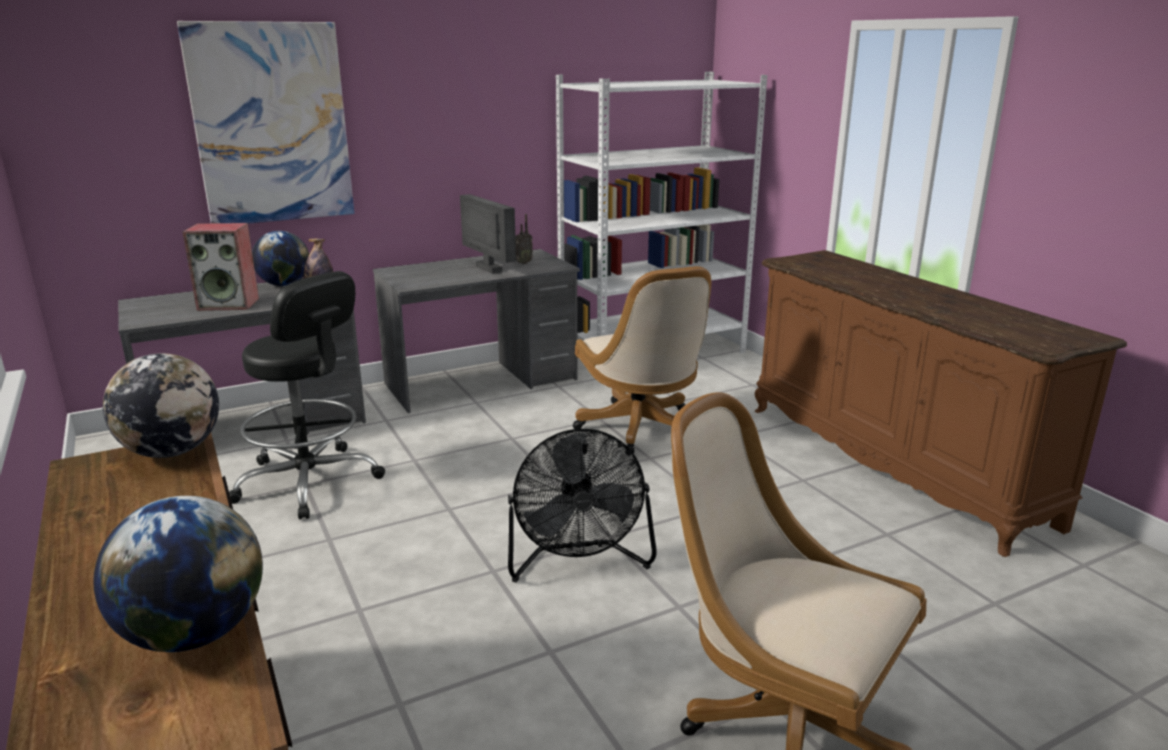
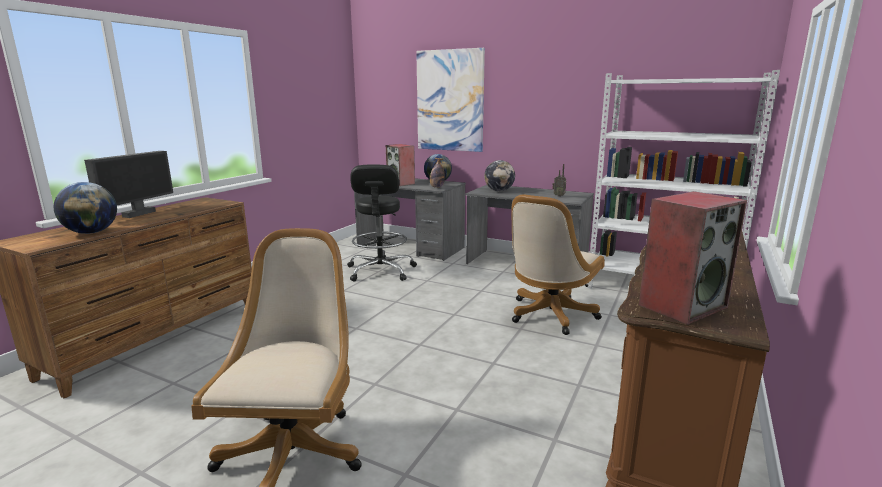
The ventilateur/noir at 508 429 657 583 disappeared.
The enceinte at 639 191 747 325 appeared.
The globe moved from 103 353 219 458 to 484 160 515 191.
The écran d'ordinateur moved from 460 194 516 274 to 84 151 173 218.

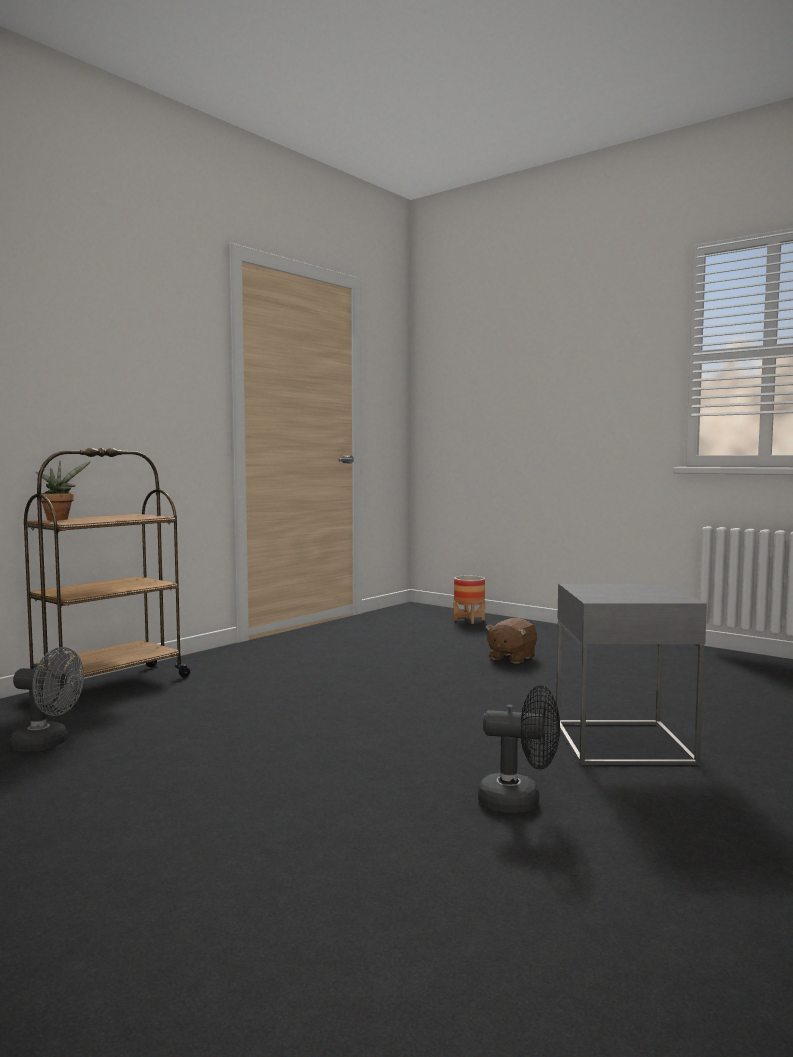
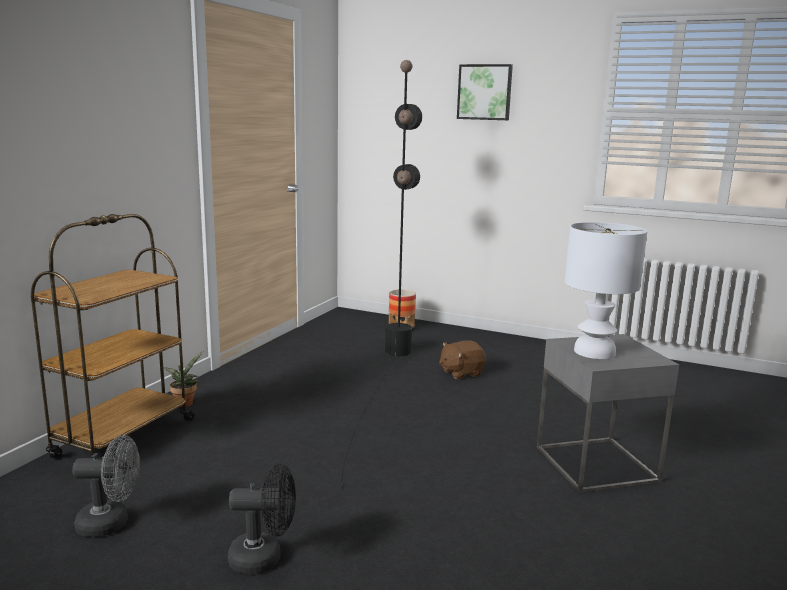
The lampadaire/noir at 340 60 422 490 appeared.
The tableau at 457 64 513 120 appeared.
The lampe de table/blanc at 565 222 647 359 appeared.
The plante en pot moved from 36 461 91 520 to 163 351 203 407.
The ventilateur/noir moved from 478 685 560 813 to 228 463 296 574.
The peluche/marron at 485 618 537 664 turned 45 degrees clockwise.

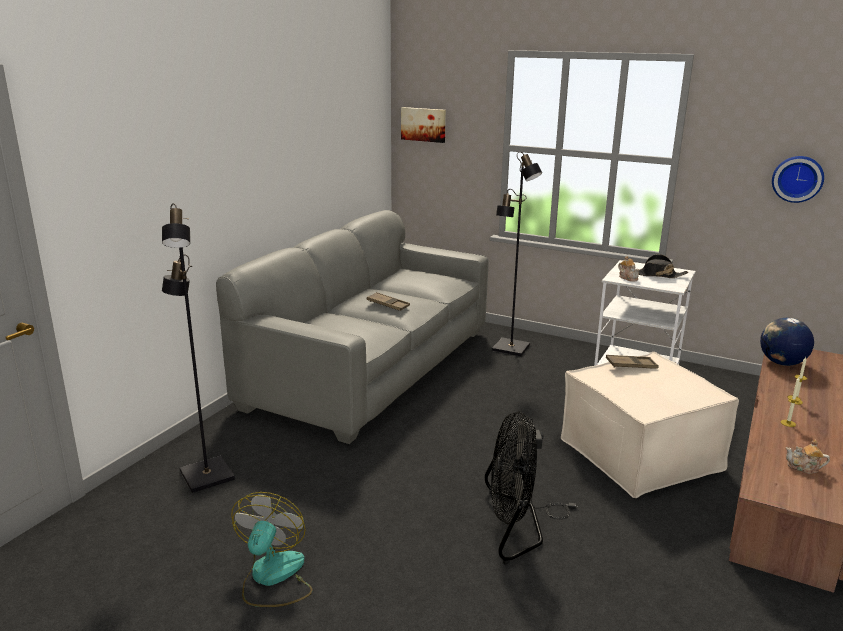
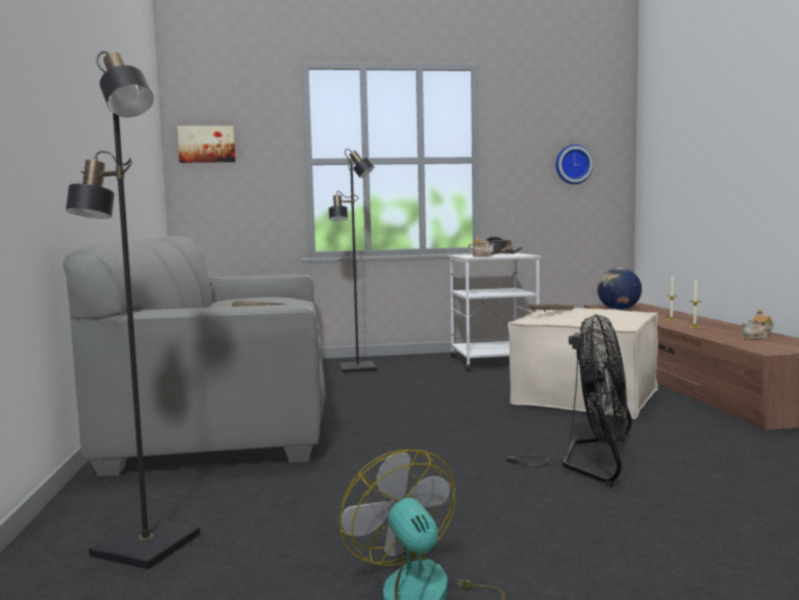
The ventilateur/noir at 485 411 578 565 turned 120 degrees counterclockwise.

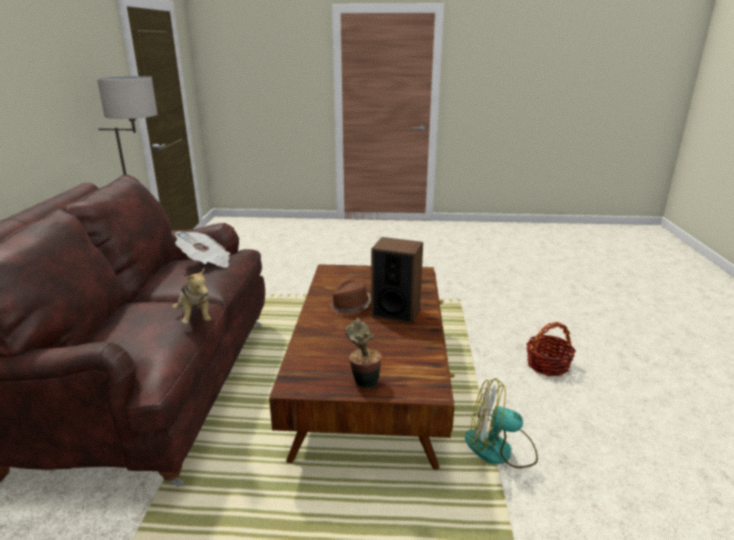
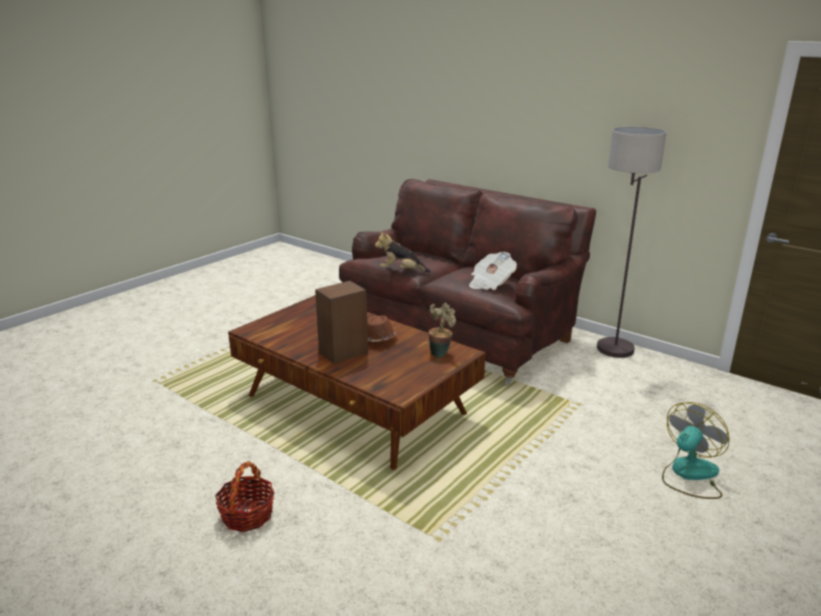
The plante en pot moved from 346 318 382 389 to 429 303 456 357.
The ventilateur moved from 465 378 538 468 to 662 402 729 499.

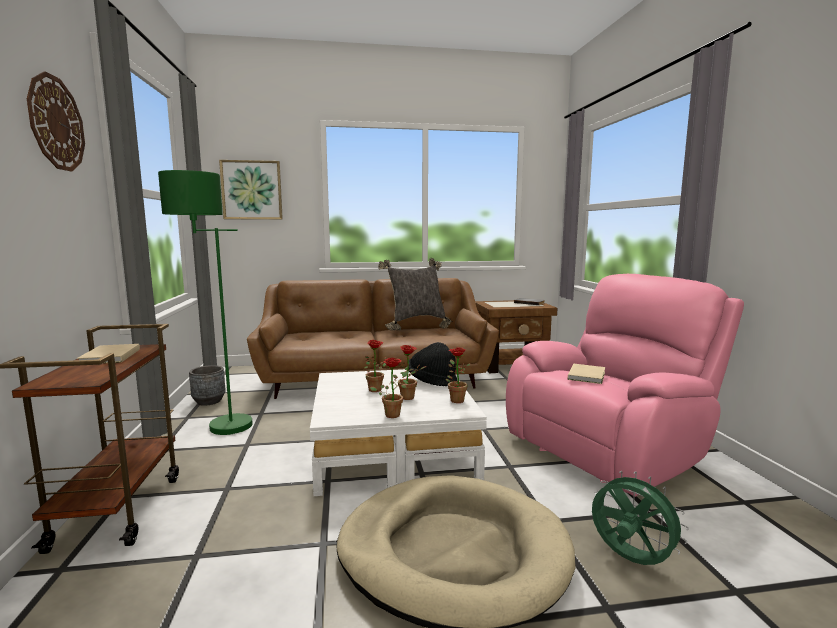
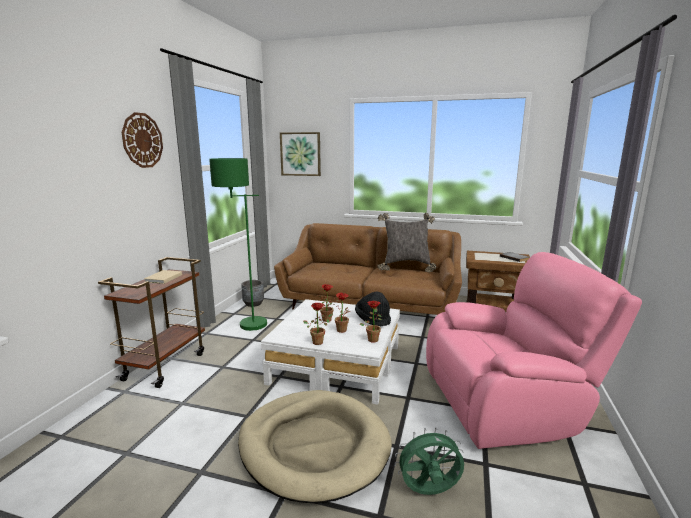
The livre/beige at 568 364 605 384 disappeared.
The ventilateur/vert at 592 471 689 565 turned 75 degrees counterclockwise.

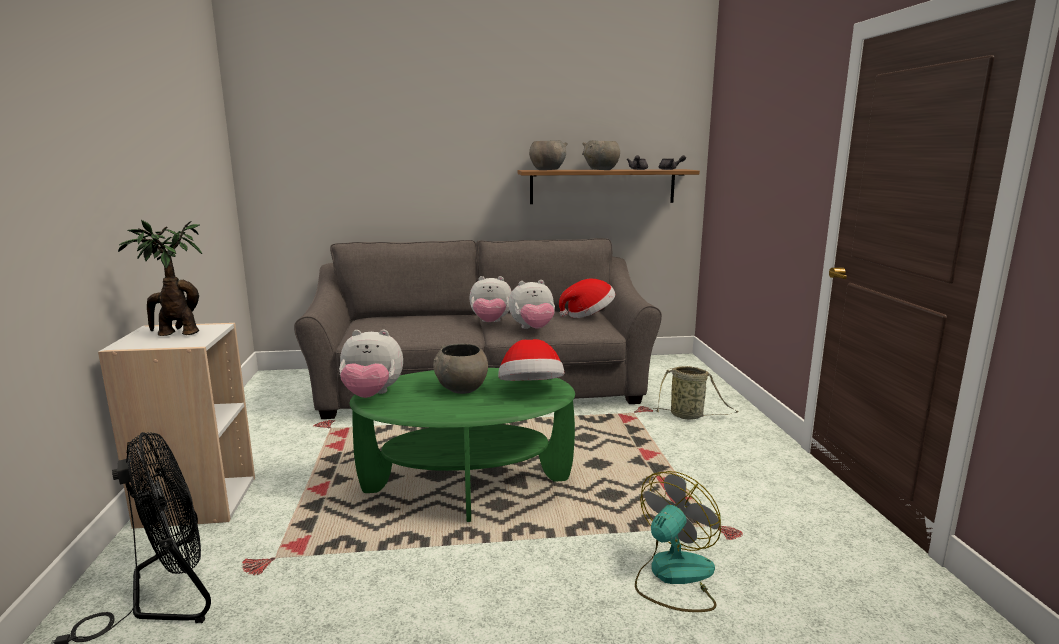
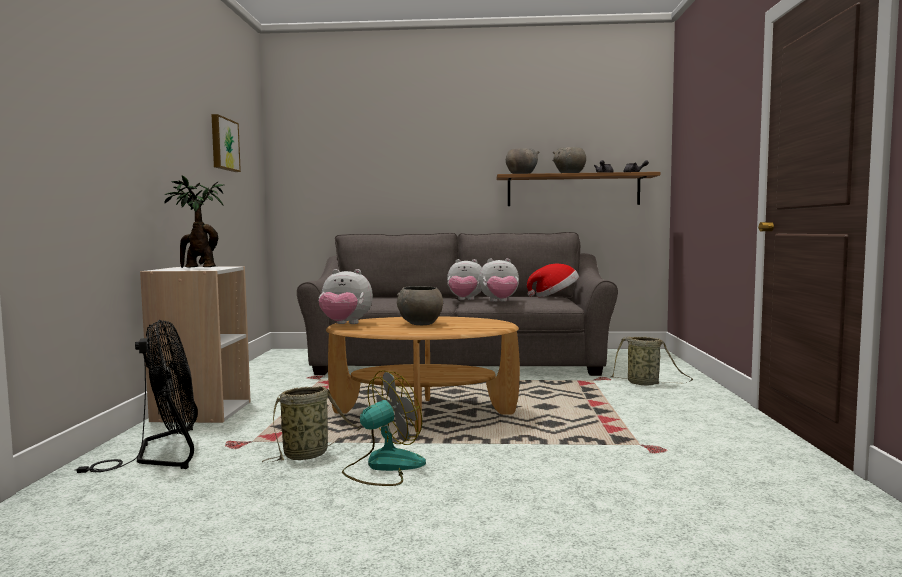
The chapeau at 498 339 564 381 disappeared.
The tableau at 211 114 241 172 appeared.
The panier at 262 386 361 463 appeared.
The ventilateur moved from 635 471 721 612 to 342 370 426 486.
The table basse/vert at 350 368 575 522 became the table basse/marron at 326 316 520 432.

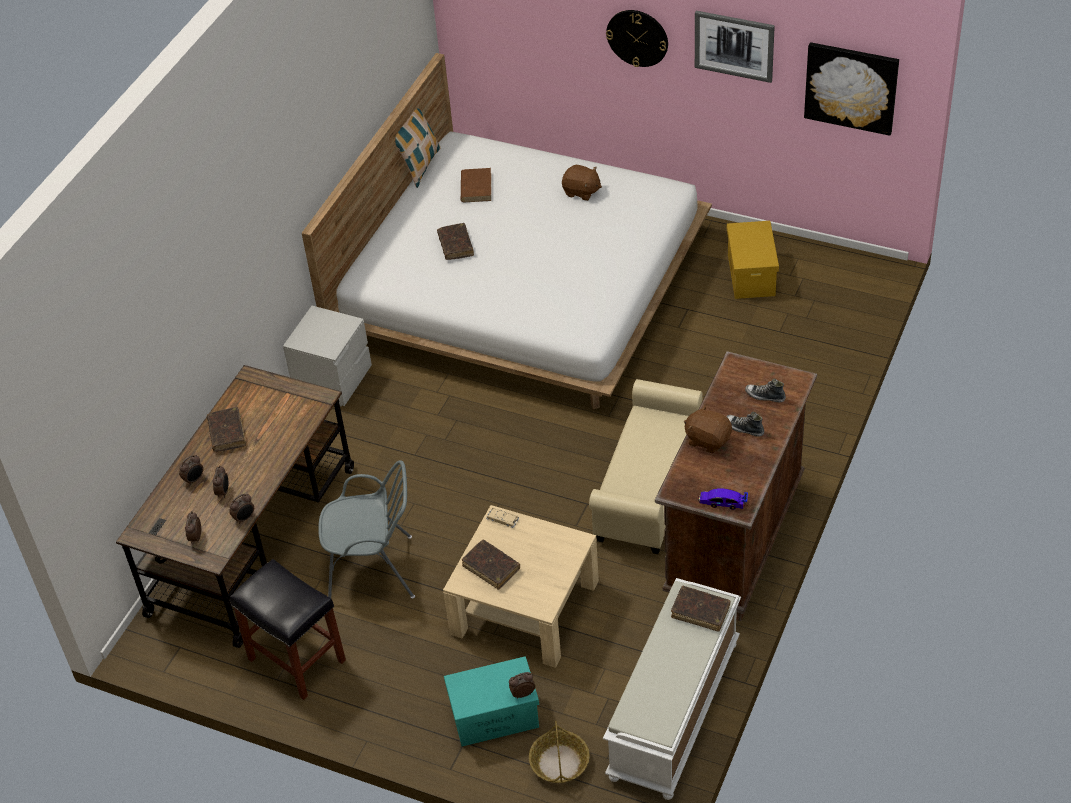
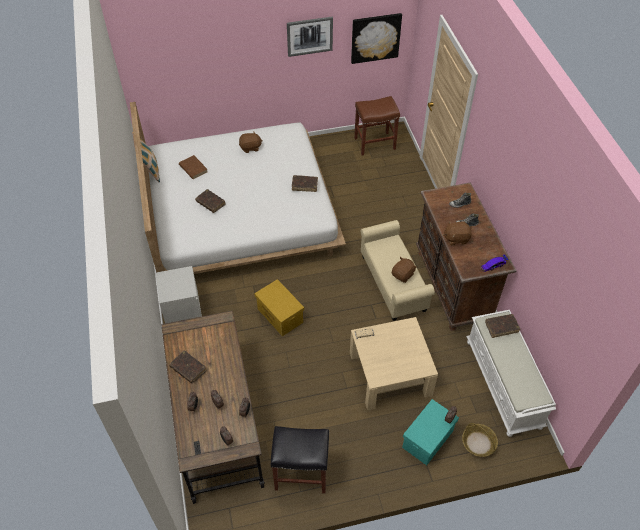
The chaise/gris at 318 460 415 599 disappeared.
The horloge murale at 606 10 668 67 disappeared.
The tabouret/marron at 354 96 400 155 appeared.
The peluche/marron at 392 257 417 283 appeared.
The livre/marron moved from 462 539 520 590 to 292 175 318 192.
The boîte de rangement/jaune moved from 727 221 779 299 to 254 279 304 336.

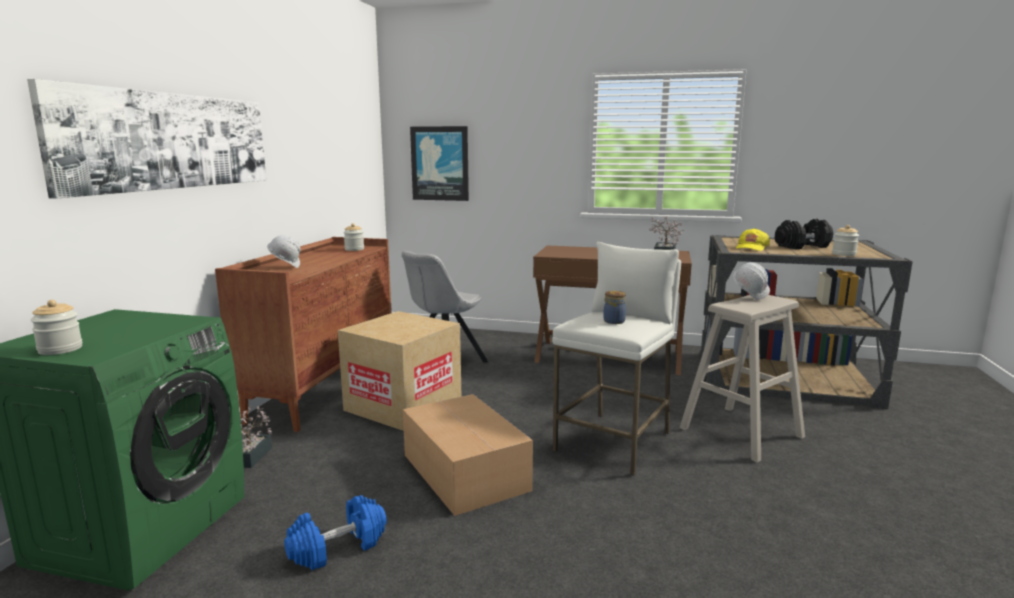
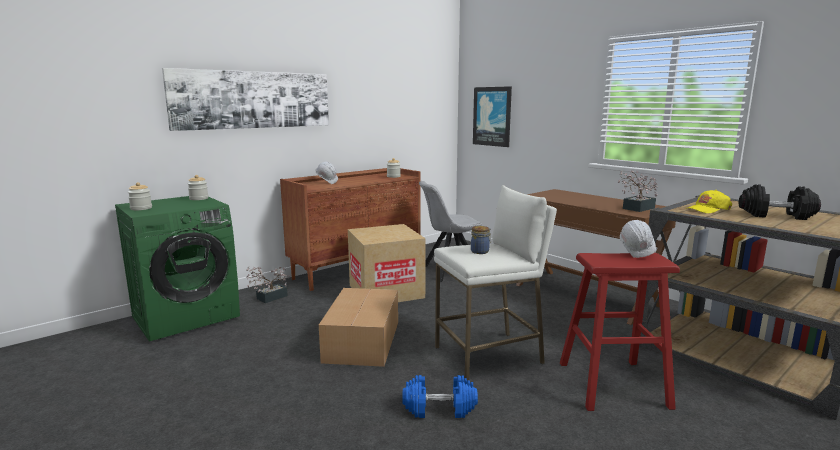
The haltère/bleu moved from 284 495 387 570 to 402 375 478 418.
The bocal moved from 832 225 859 256 to 187 175 208 200.
The tabouret/beige at 679 295 805 463 became the tabouret/rouge at 560 253 680 411.

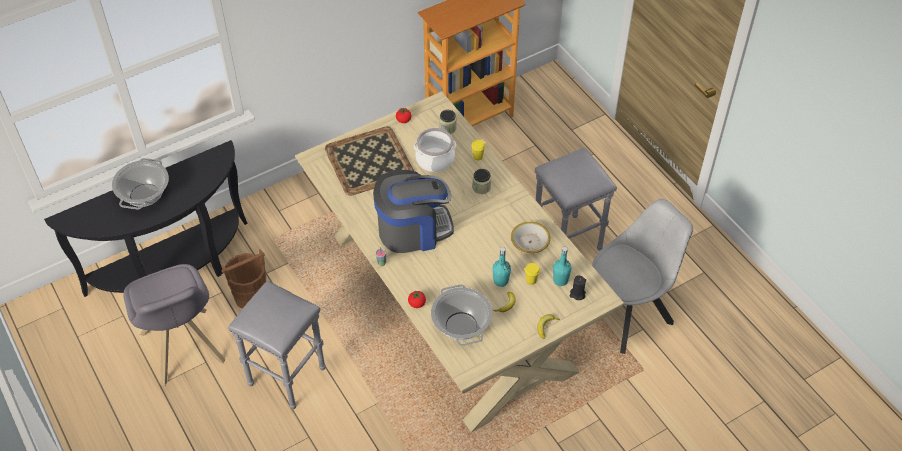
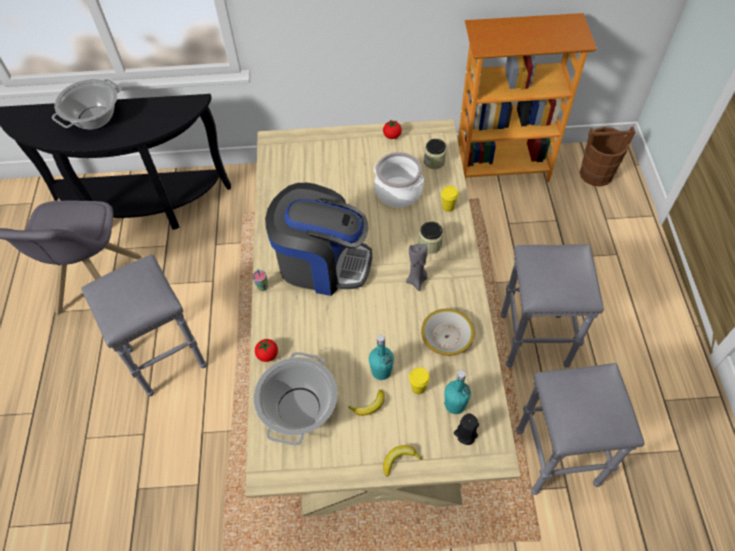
The plateau at 325 126 414 196 disappeared.
The bougie/gris at 406 244 428 291 appeared.
The seau/marron moved from 221 249 266 309 to 580 126 635 187.
The chaise/gris at 592 199 693 354 was replaced by the tabouret/gris at 516 363 645 495.

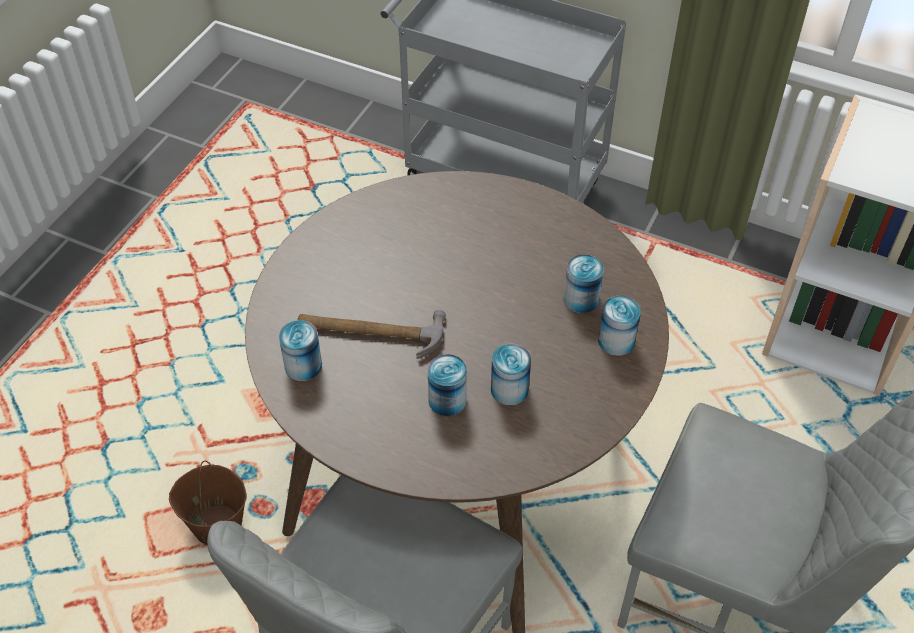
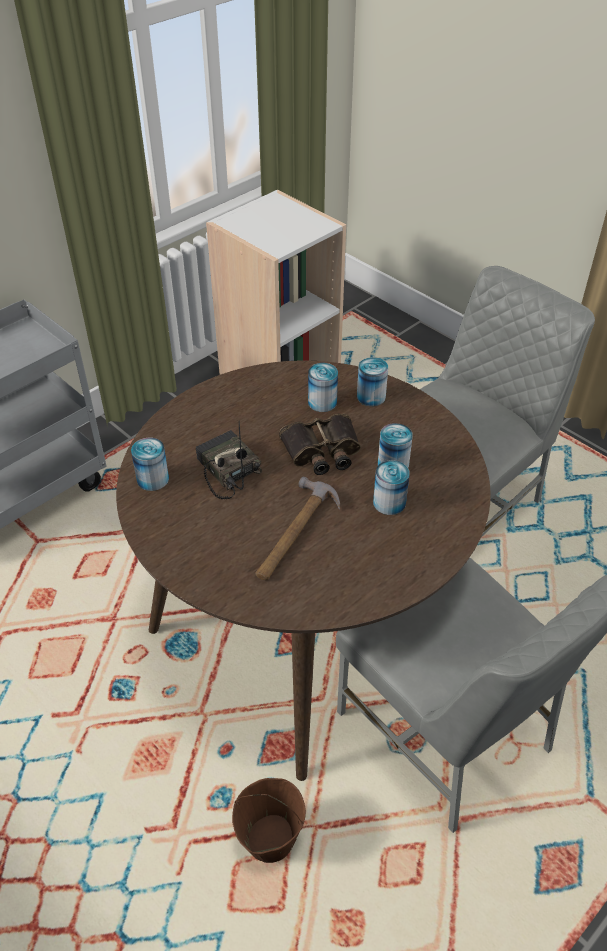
The radio at 196 420 262 499 appeared.
The jumelles at 279 414 361 475 appeared.
The boîte métallique moved from 279 320 322 381 to 131 438 169 491.

